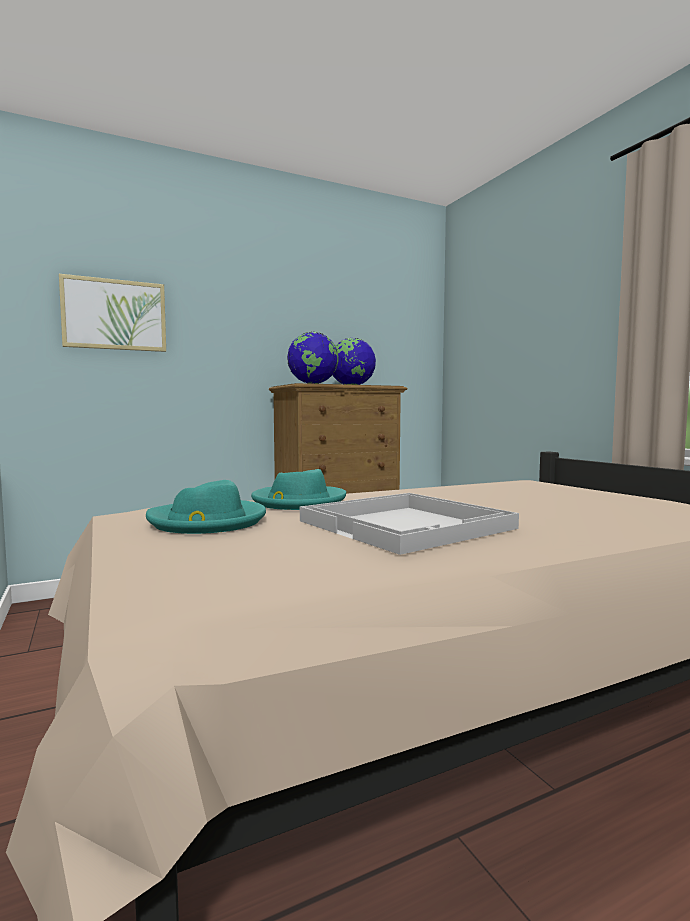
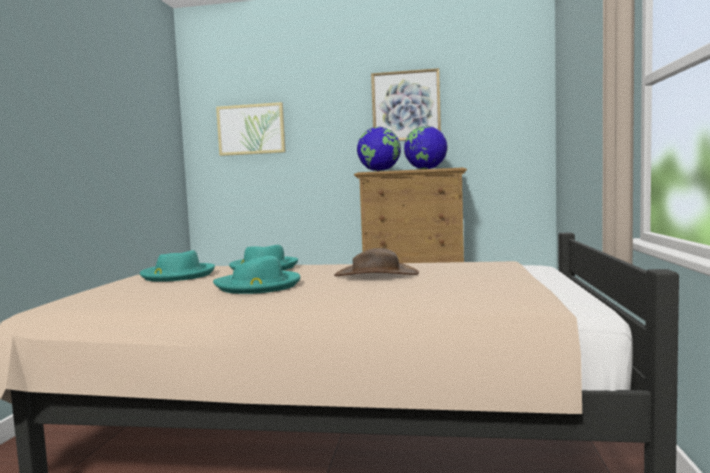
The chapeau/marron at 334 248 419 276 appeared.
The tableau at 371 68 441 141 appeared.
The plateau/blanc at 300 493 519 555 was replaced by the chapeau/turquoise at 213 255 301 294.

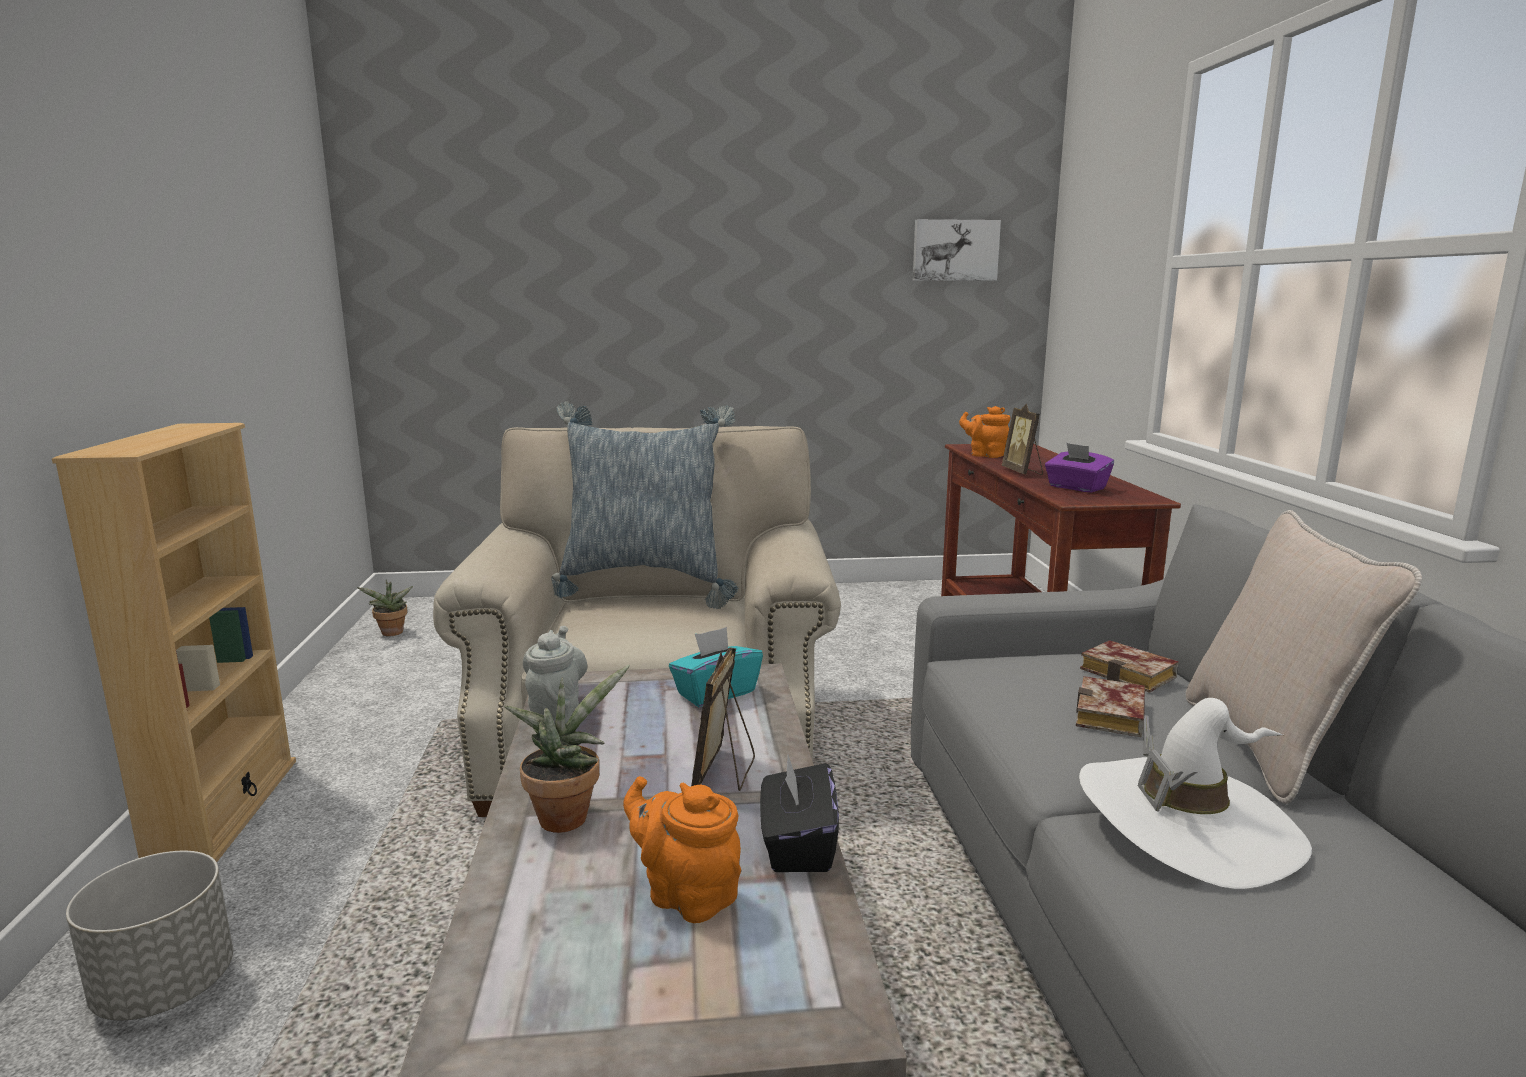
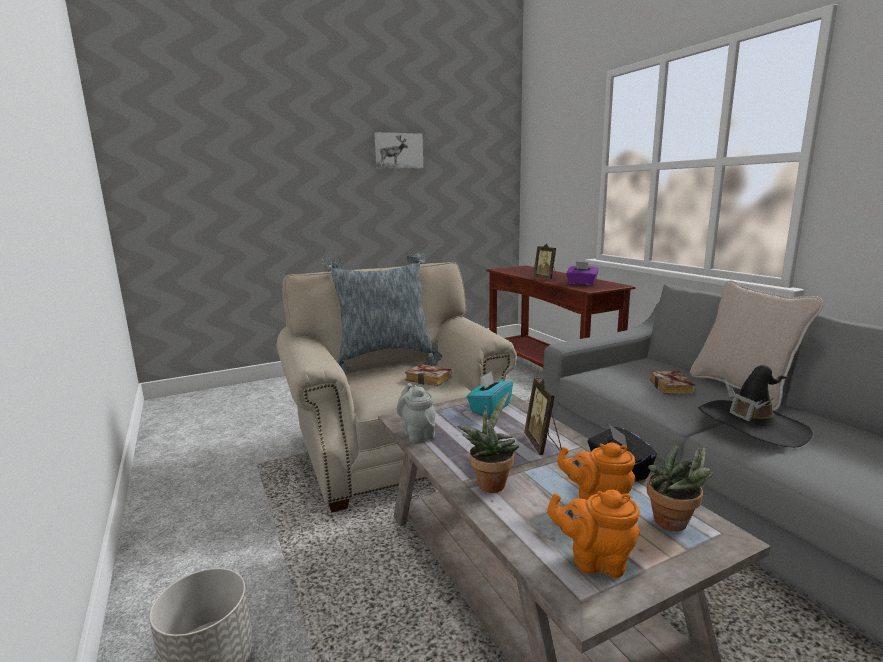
The bibliothèque/beige at 52 423 296 862 disappeared.
The plante en pot moved from 357 579 413 636 to 647 444 714 531.
The tableau moved from 913 219 1001 281 to 374 132 423 169.
The théière/orange moved from 959 406 1010 458 to 547 490 640 578.
The livre moved from 1080 640 1179 693 to 405 364 452 386.
The chapeau/blanc at 1079 698 1312 889 became the chapeau/noir at 698 365 813 448.

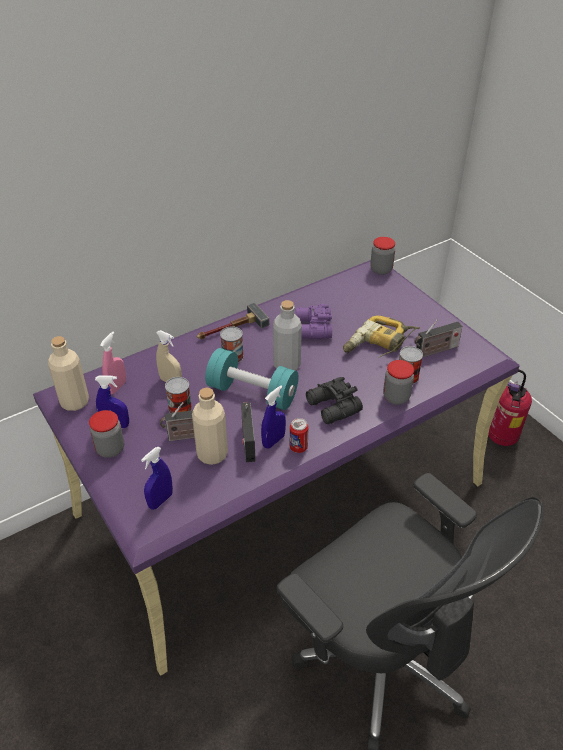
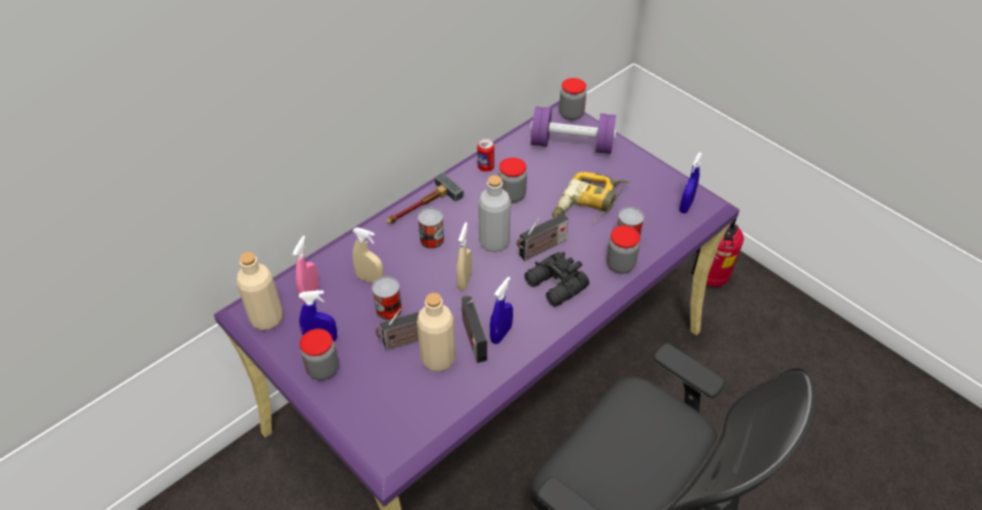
The haltère/violet at 531 106 616 154 appeared.
The vaporisateur/bleu moved from 141 447 173 510 to 679 152 703 213.
The boîte métallique moved from 290 418 309 453 to 477 139 494 172.
The radio moved from 414 319 463 358 to 516 214 569 261.
The haltère/turquoise at 205 348 298 410 was replaced by the vaporisateur/beige at 456 222 472 290.
The jumelles/violet at 296 304 332 339 was replaced by the bocal at 498 157 527 203.

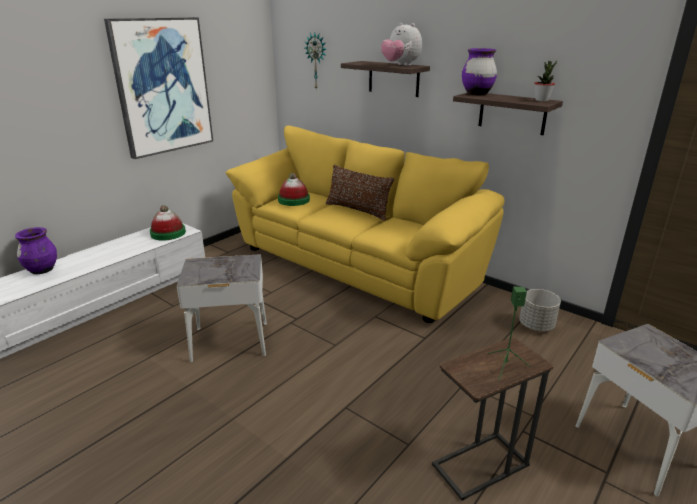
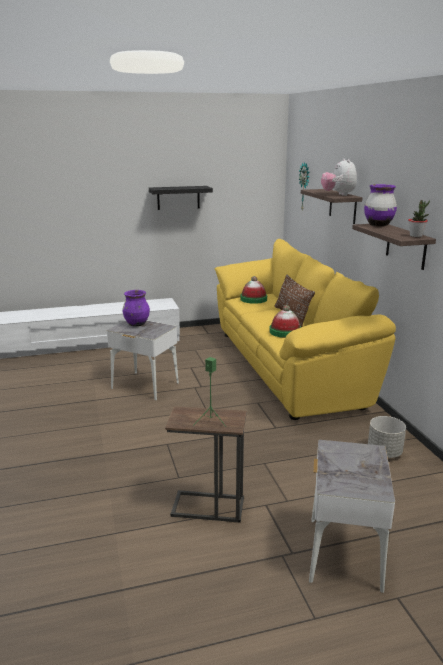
The vase/violet moved from 15 227 57 274 to 122 290 150 327.
The chapeau moved from 150 205 186 240 to 269 305 301 338.
The tableau at 104 17 213 159 was replaced by the étagère/noir at 149 186 213 210.

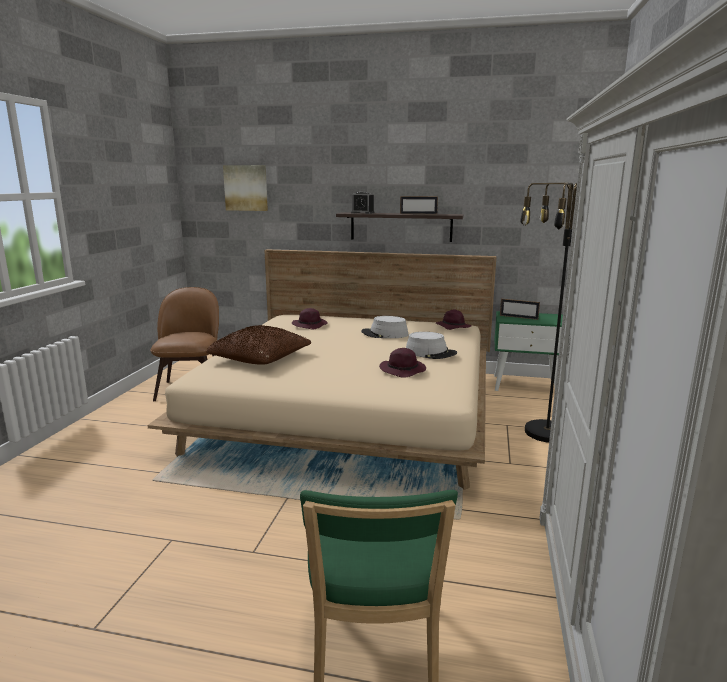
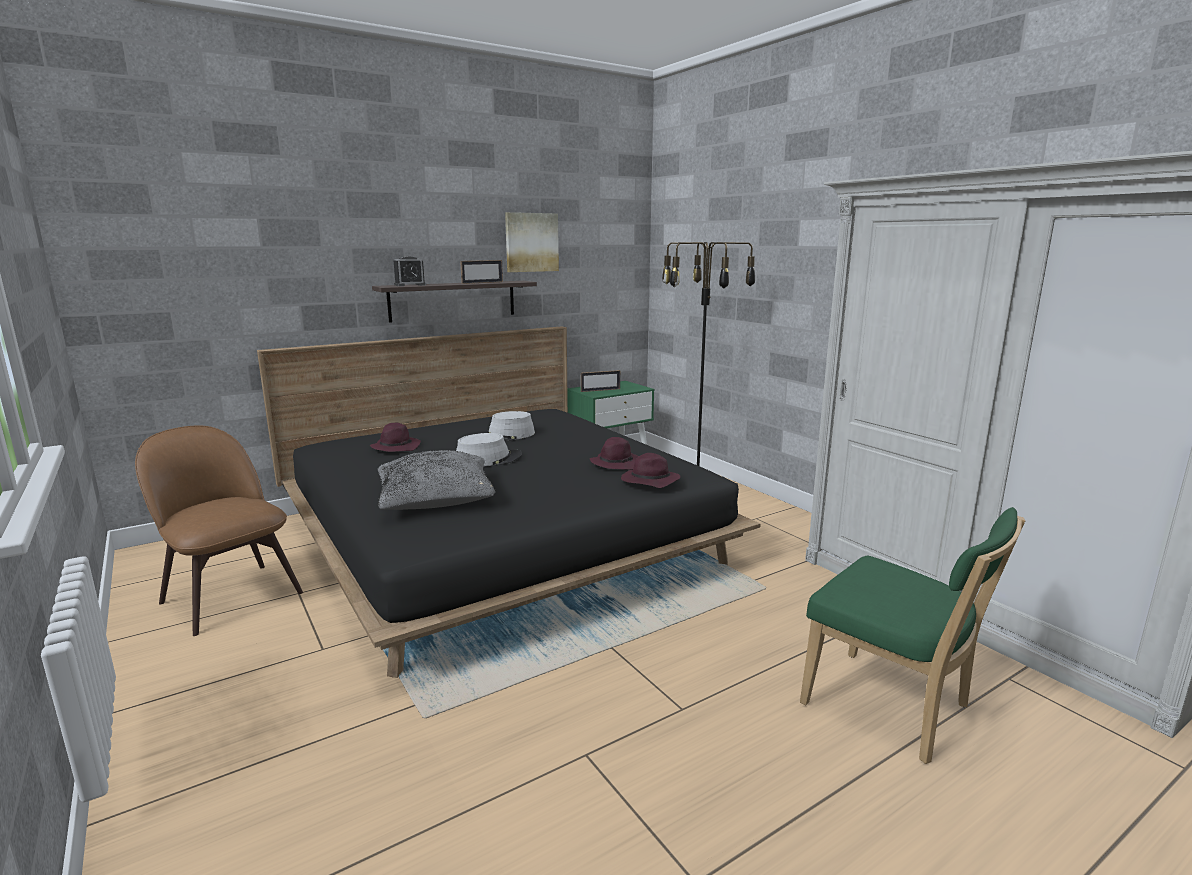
The tableau moved from 223 165 268 211 to 505 212 559 272.
The chapeau/gris moved from 406 332 457 359 to 456 433 522 467.
The chapeau/violet moved from 436 309 471 330 to 621 453 681 488.
The lit/beige at 147 249 496 490 became the lit/noir at 257 326 761 678.
The coussin/marron at 206 325 311 365 became the coussin/gris at 378 450 496 510.

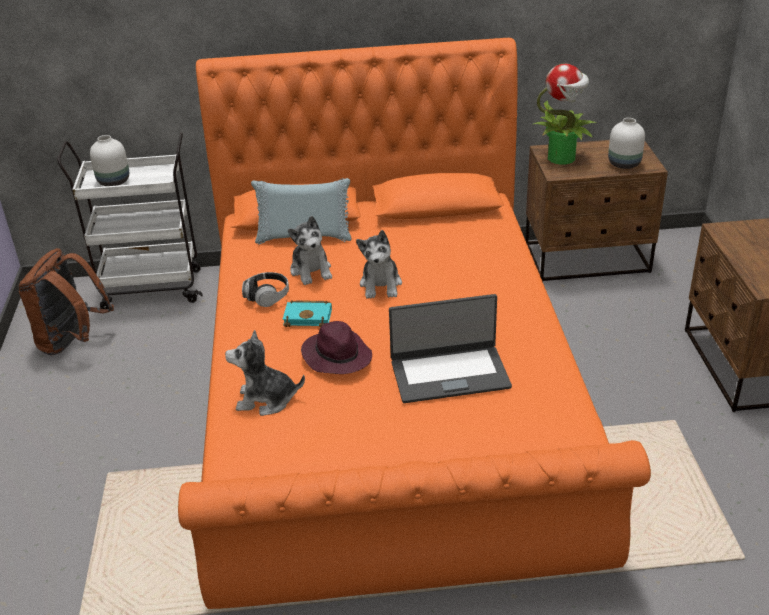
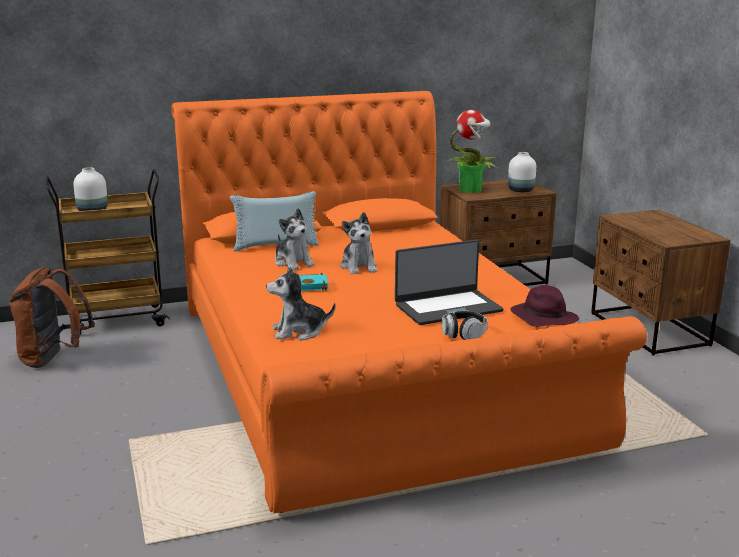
The casque audio moved from 242 272 289 307 to 442 311 488 340.
The chapeau/violet moved from 301 321 372 374 to 511 285 579 327.
The chariot/blanc at 58 133 202 309 became the chariot/marron at 46 169 170 335.

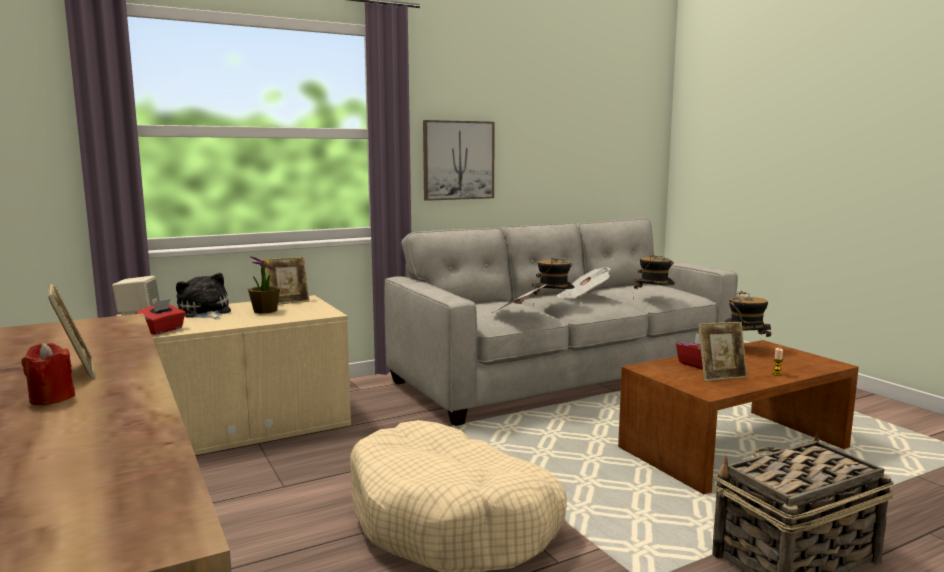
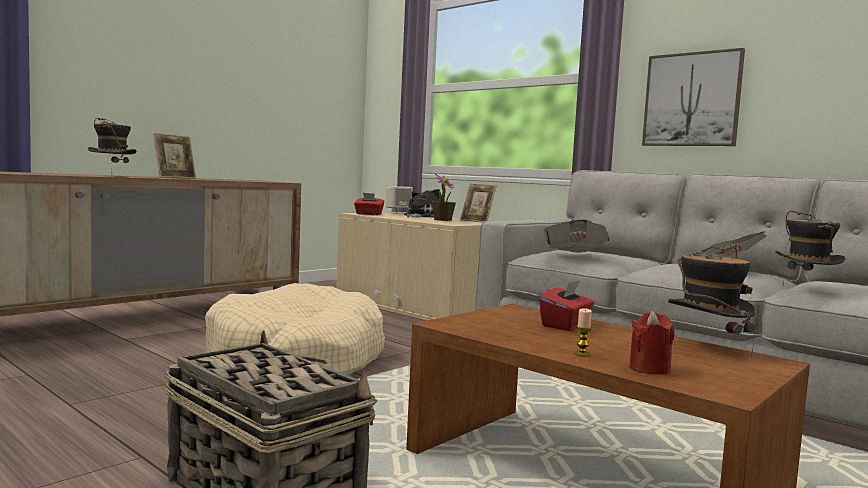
The cadre photo at 698 322 748 381 disappeared.
The bougie/rouge moved from 22 343 75 405 to 629 311 674 375.
The chapeau moved from 532 258 575 307 to 88 117 137 174.

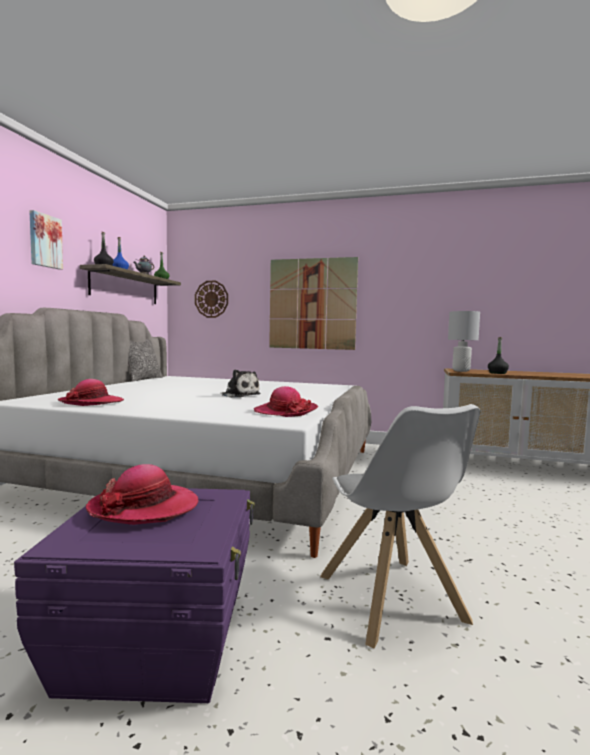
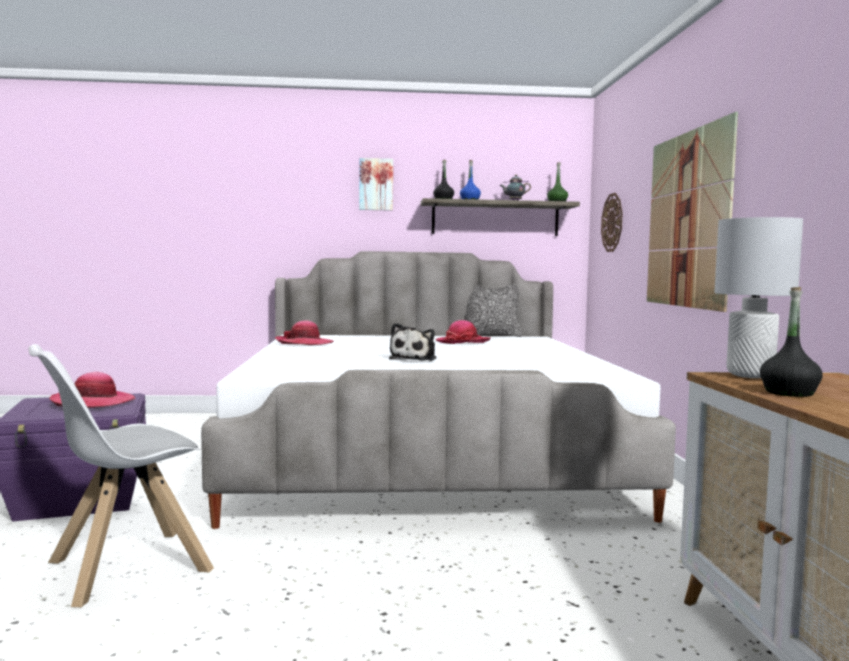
The chapeau moved from 254 386 318 417 to 435 320 491 344.

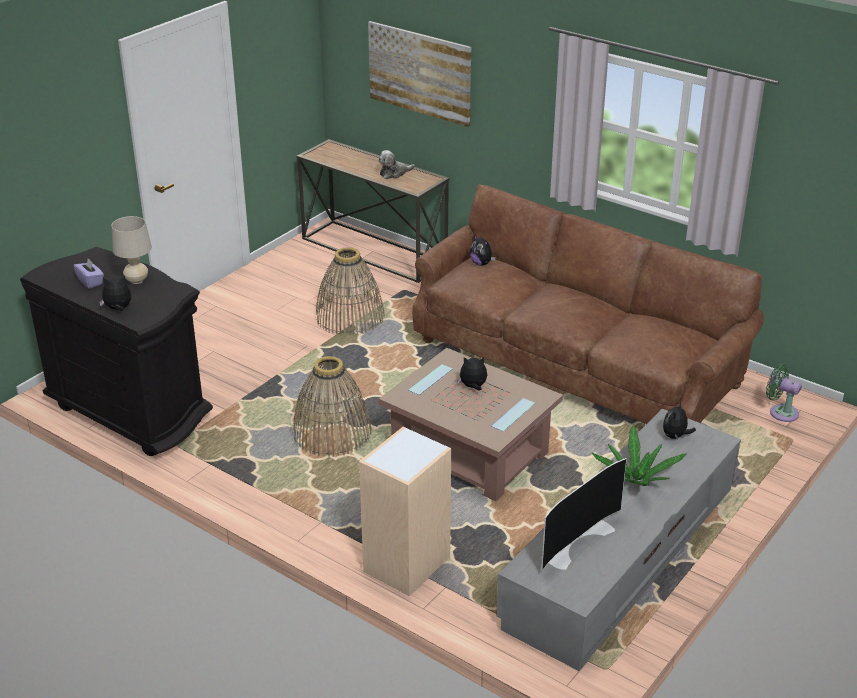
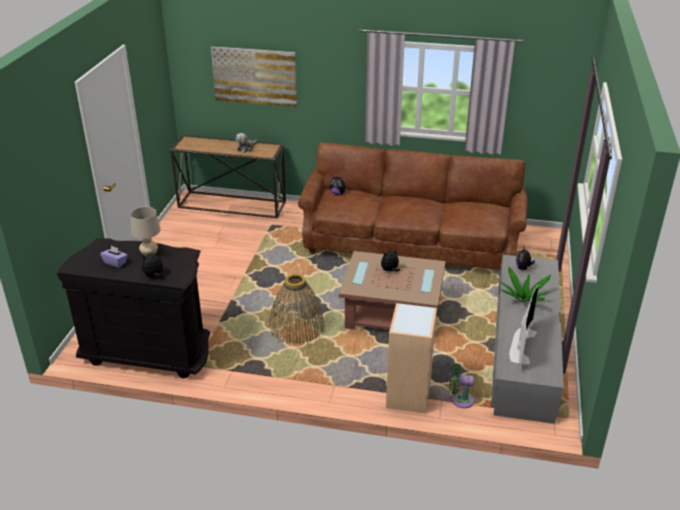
The panier at 316 247 384 335 disappeared.
The ventilateur/vert moved from 766 364 802 422 to 449 364 474 408.

